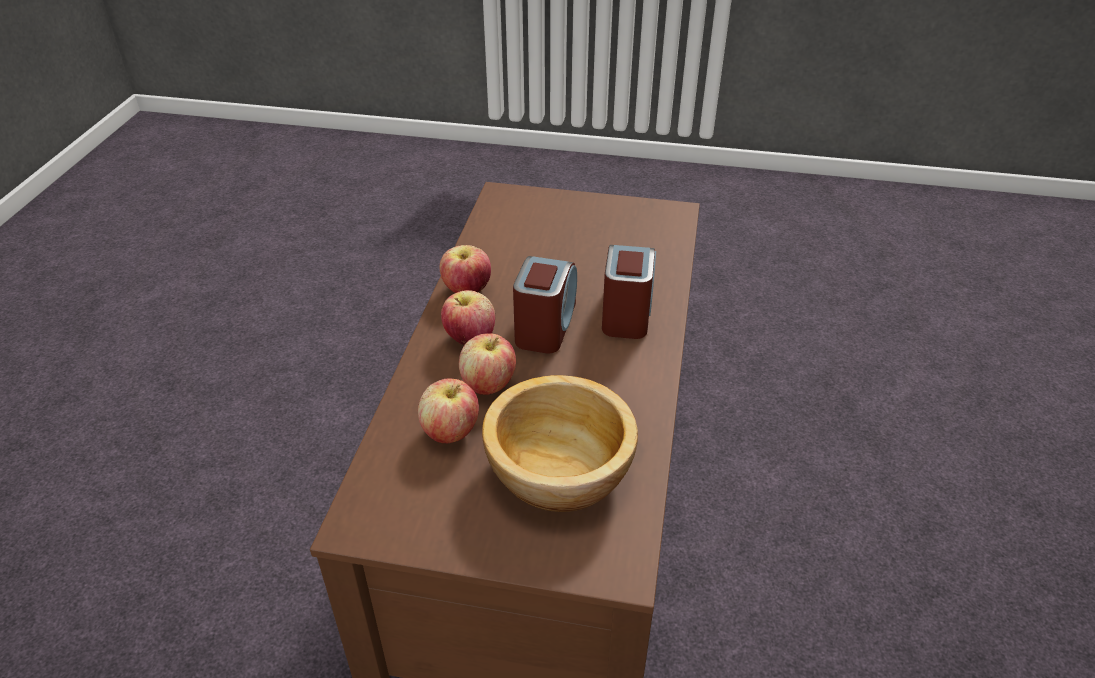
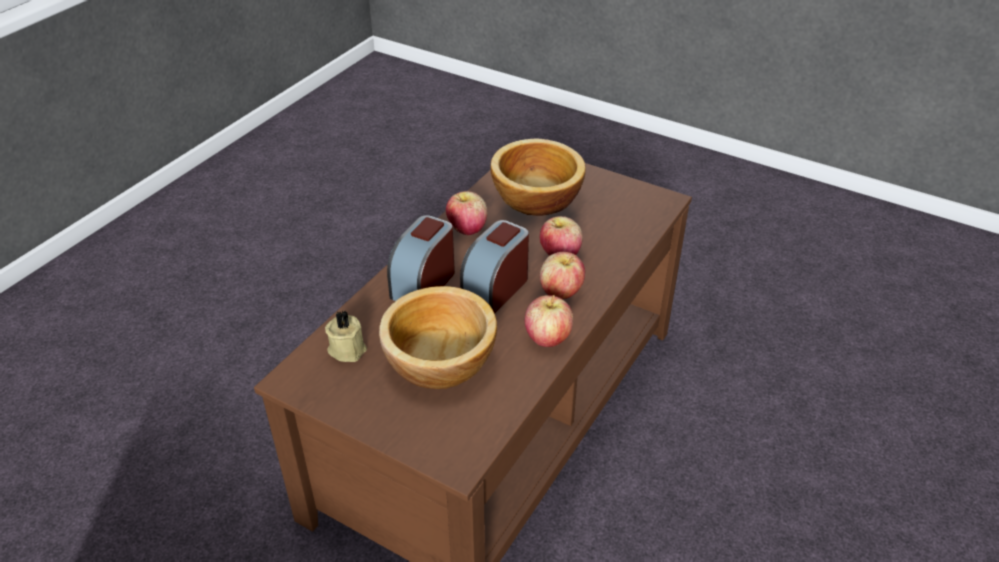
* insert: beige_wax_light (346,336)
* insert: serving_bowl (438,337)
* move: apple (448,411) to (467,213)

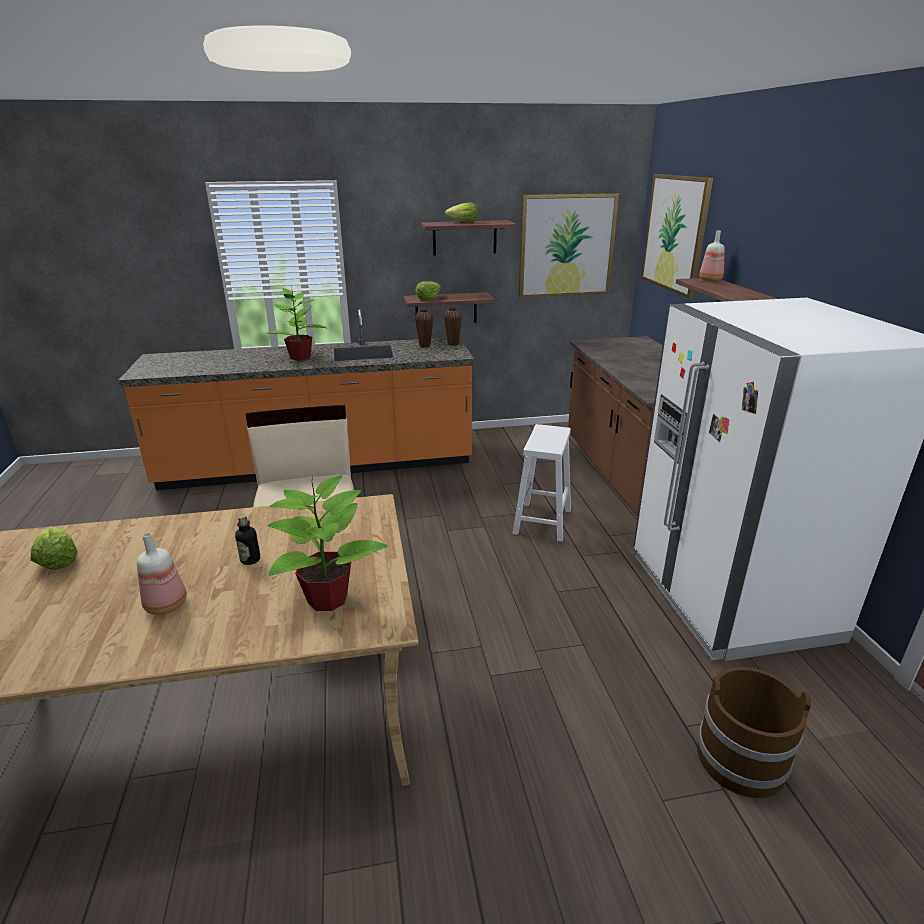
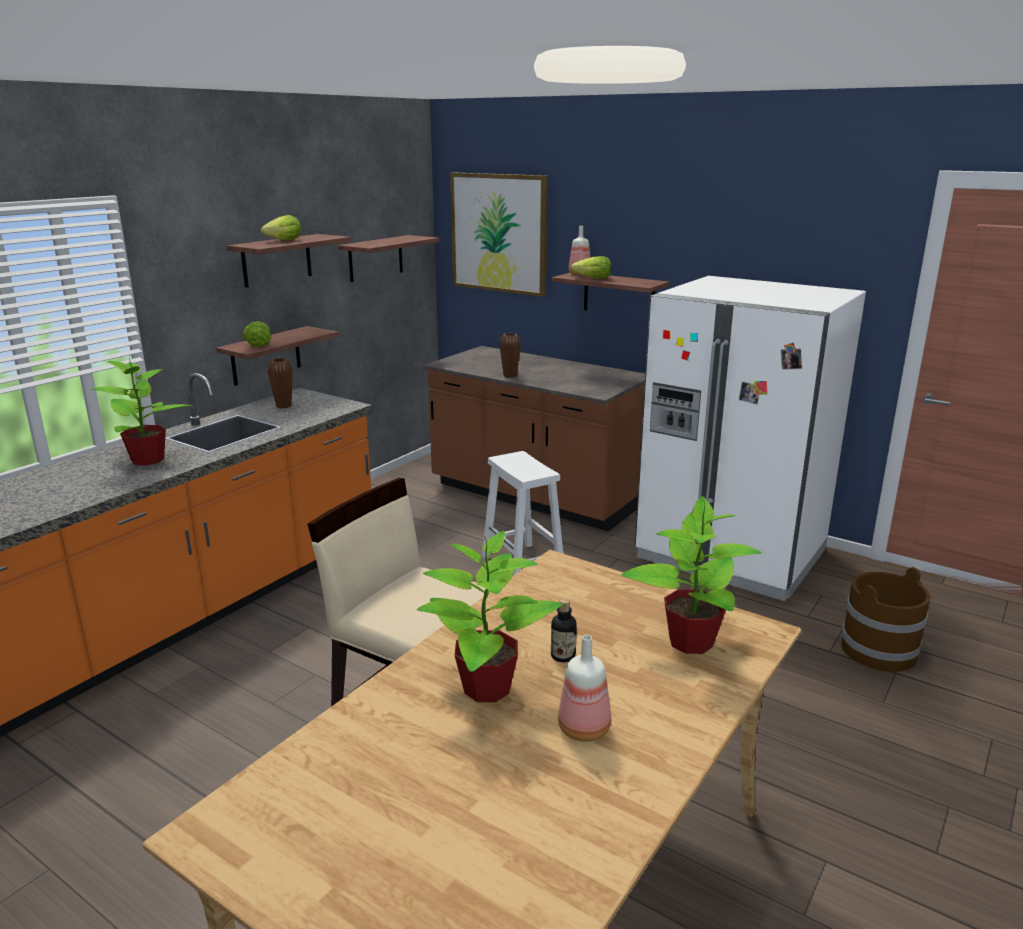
* replace: wall_picture (569,245) to wall_shelf (389,258)
* insert: potted_plant (490,616)
* move: brownish_vase (453,327) to (510,355)
* move: lettuce (54,548) to (591,267)

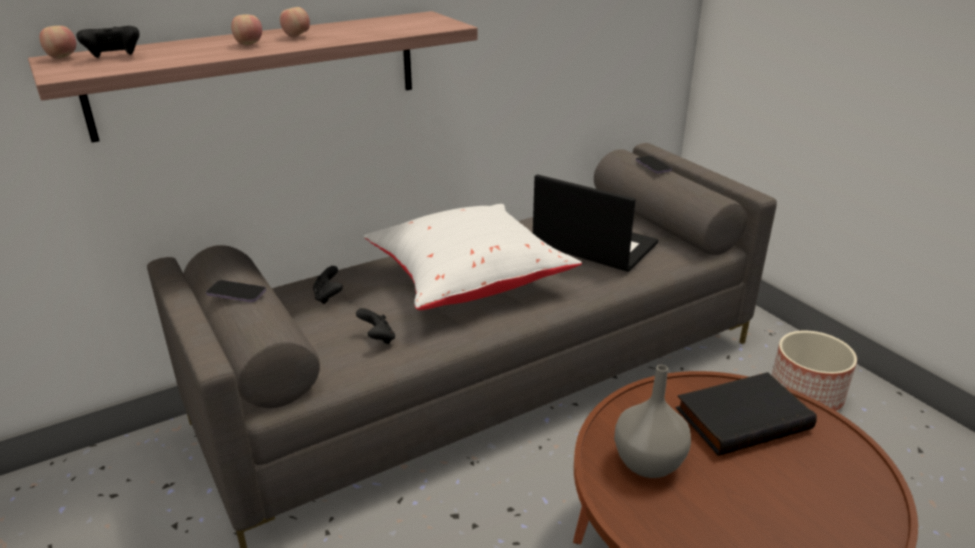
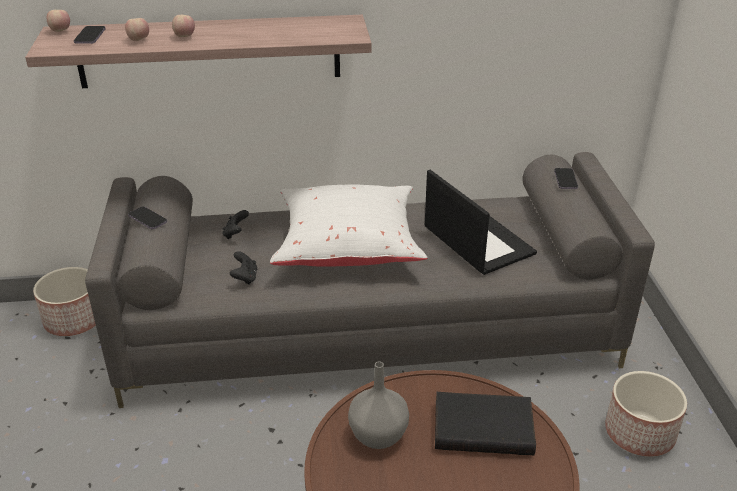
* insert: plant_pot (64,301)
* replace: blackish_joypad (108,42) to phone (90,35)
* move: apple (295,22) to (137,29)

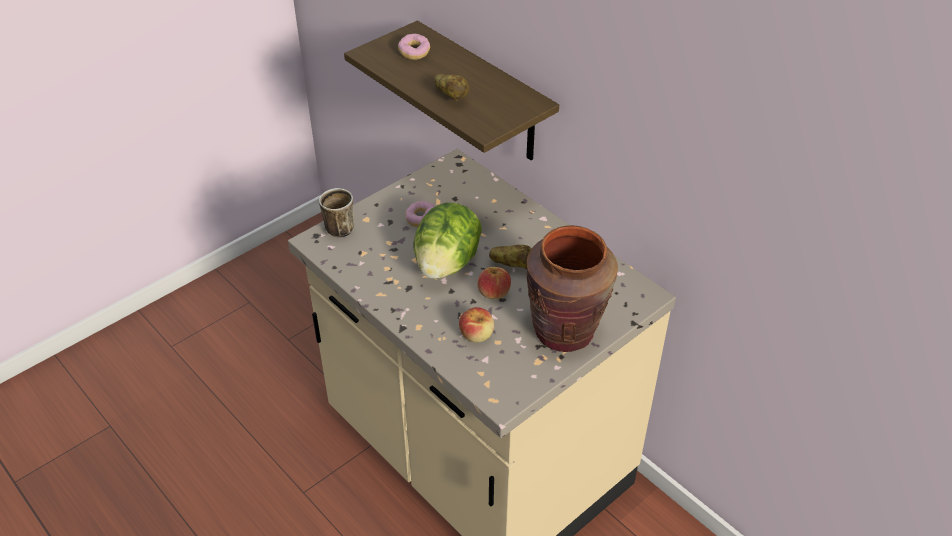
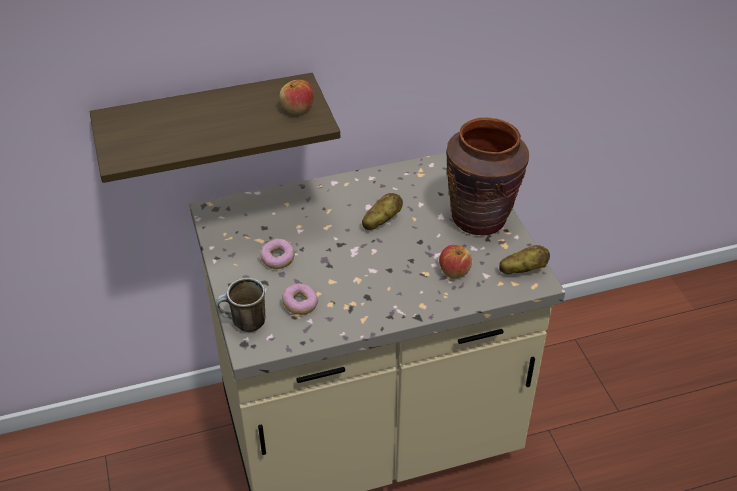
* move: apple (494,283) to (297,97)
* move: doughnut (414,47) to (300,299)
* move: spud (451,87) to (524,259)
* delete: lettuce (447,240)

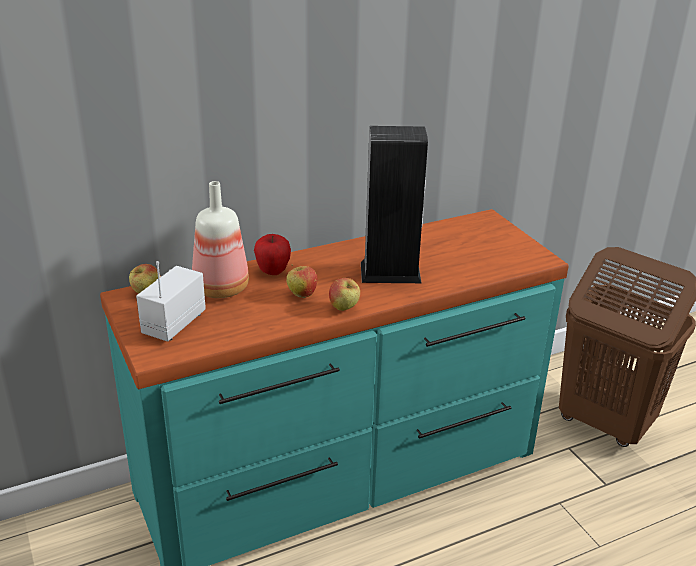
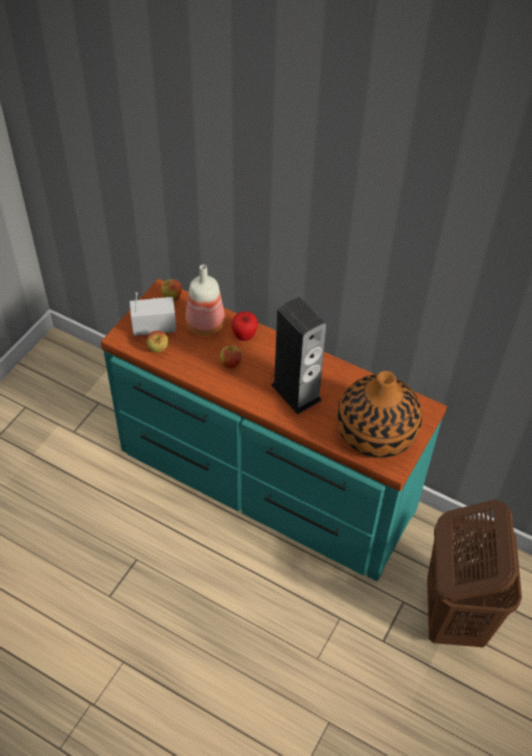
* move: apple (344,294) to (157,342)
* insert: vase (379,414)

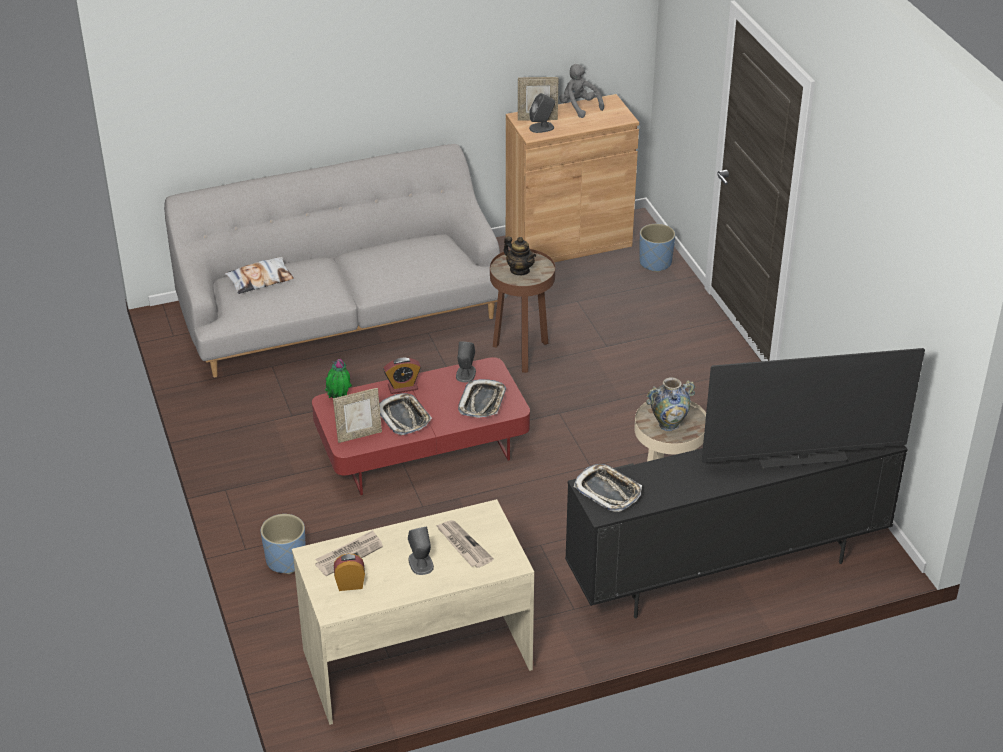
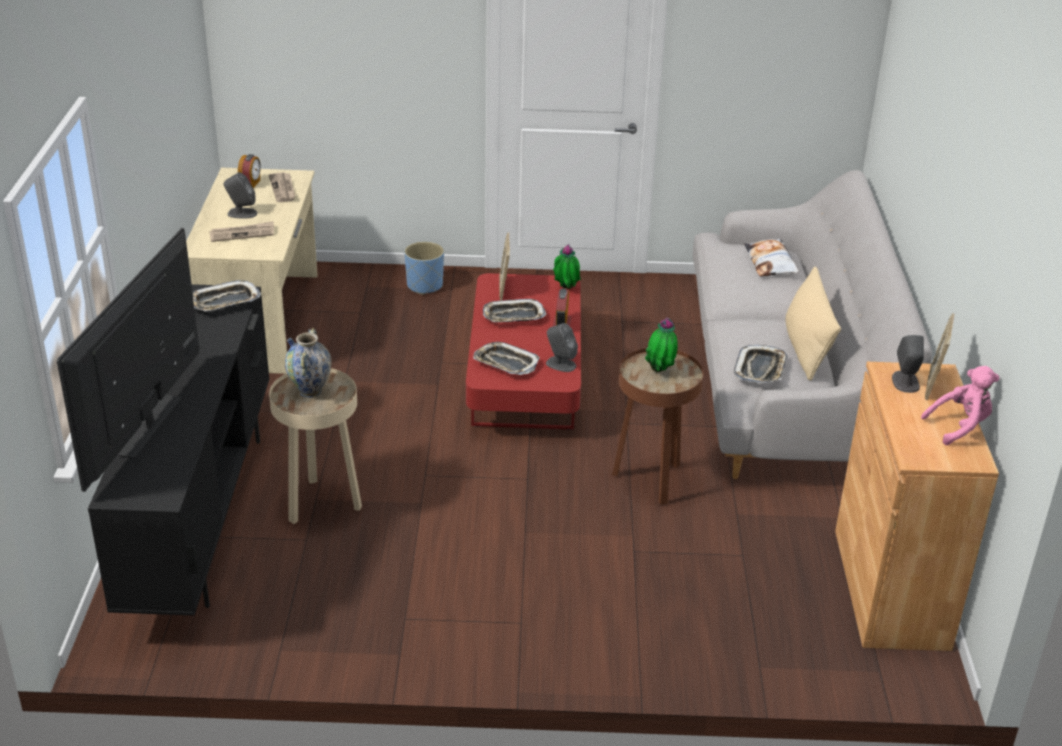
* replace: tea_pot (520,255) to potted_plant (661,344)
* insert: carrying_tray (760,364)
* insert: beige_pillow (813,323)
* recolor: greyish_cuddly_toy (581,91) to pink-coloured_cuddly_toy (960,405)
* delete: bluish_plant_pot (657,248)

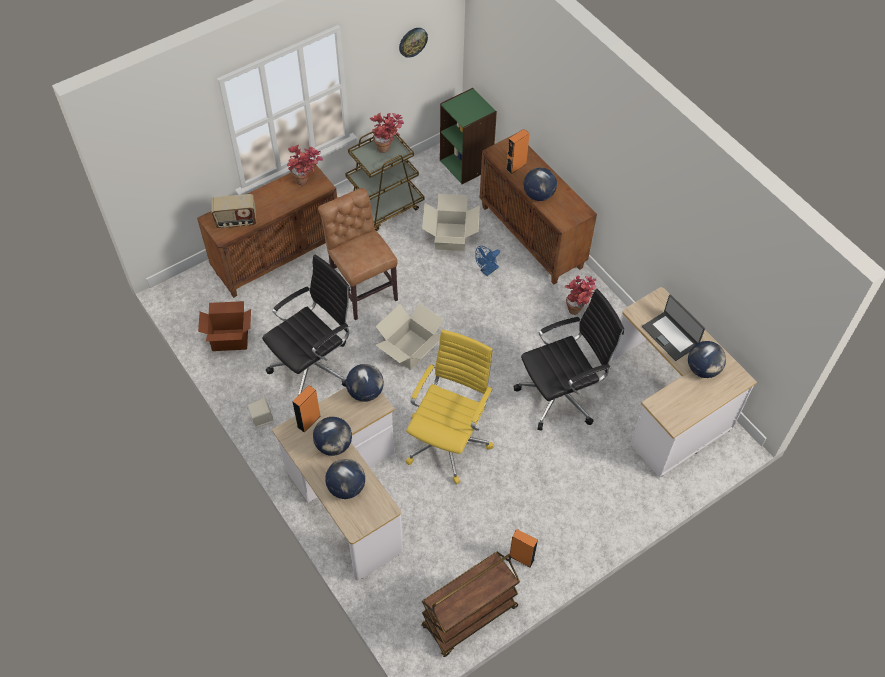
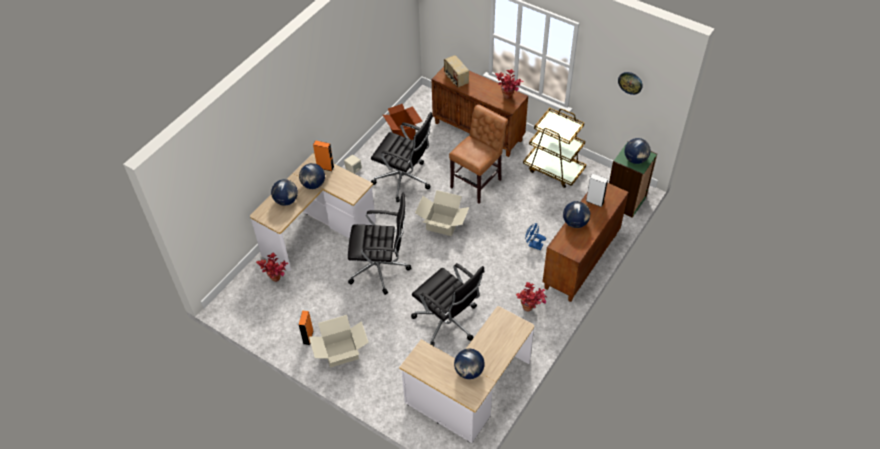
* move: potted_plant (387,133) to (272,267)
* move: packing_box (451,222) to (339,341)
* recolor: yellow_desk_chair (450,407) to blackish_desk_chair (380,244)
* recolor: orangey_speaker (518,151) to whitish_speaker (597,190)
* move: desk_globe (365,383) to (637,151)
* delete: brownish_cart (470,604)
* delete: notebook_computer (673,327)

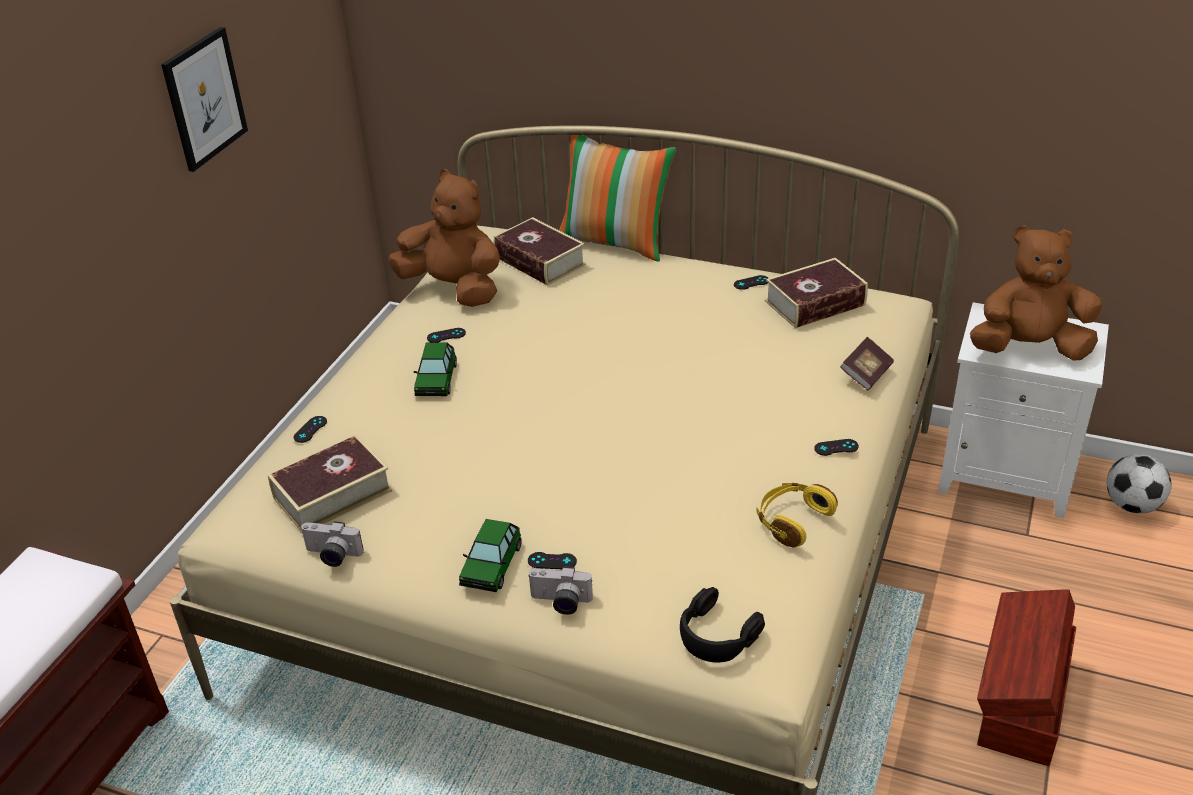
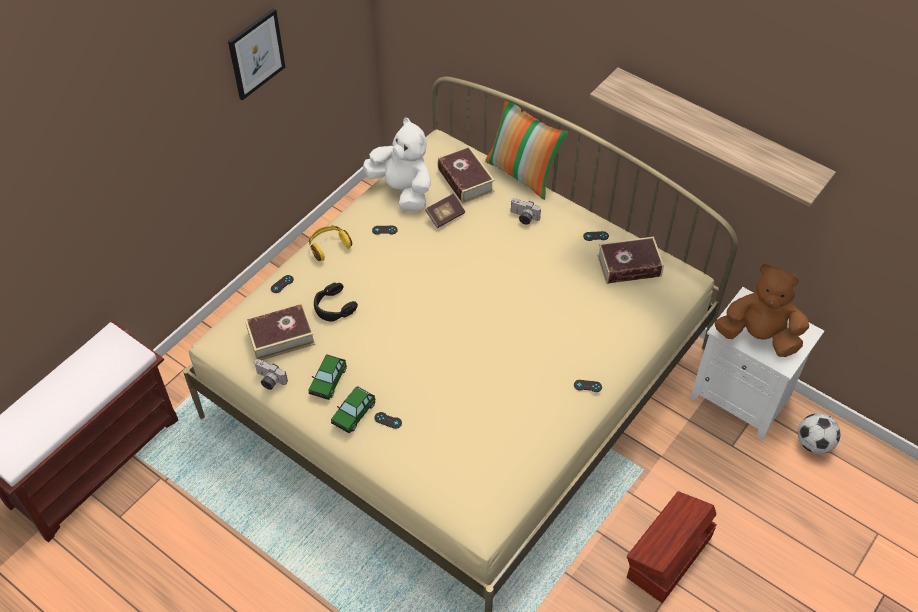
* move: yellow_pair_of_headphones (797,515) to (330,243)
* move: model_car (435,369) to (328,377)
* move: blackish_pair_of_headphones (722,624) to (336,302)
* recolor: brownish_cuddly_toy (444,238) to whitish_cuddly_toy (397,164)
* move: book (867,363) to (445,210)
* move: still_camera (560,590) to (525,211)
* insert: wall_shelf (713,137)

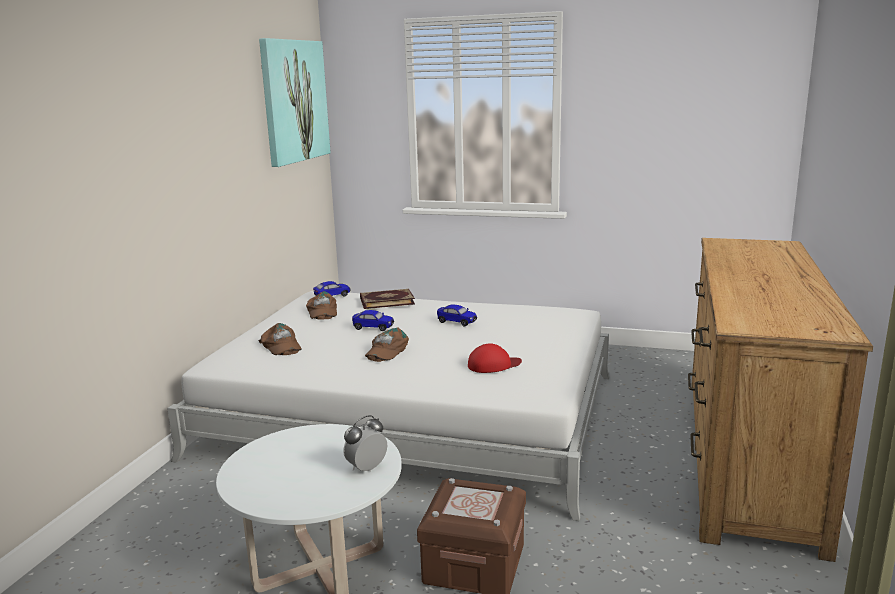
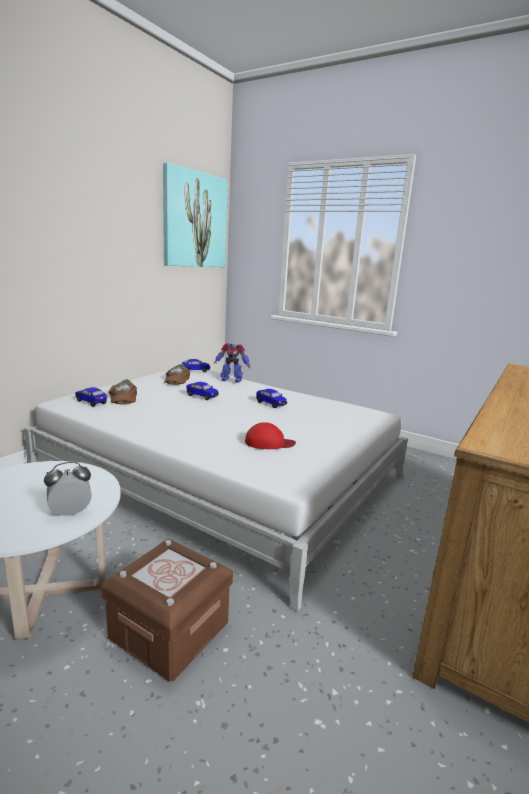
* insert: model_car (91,397)
* replace: book (387,299) to model_robot (231,363)
* delete: brownish_baseball_cap (387,344)

